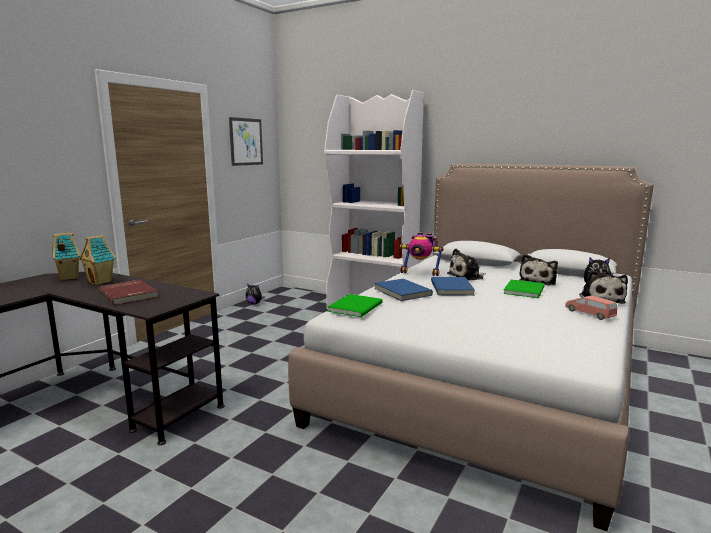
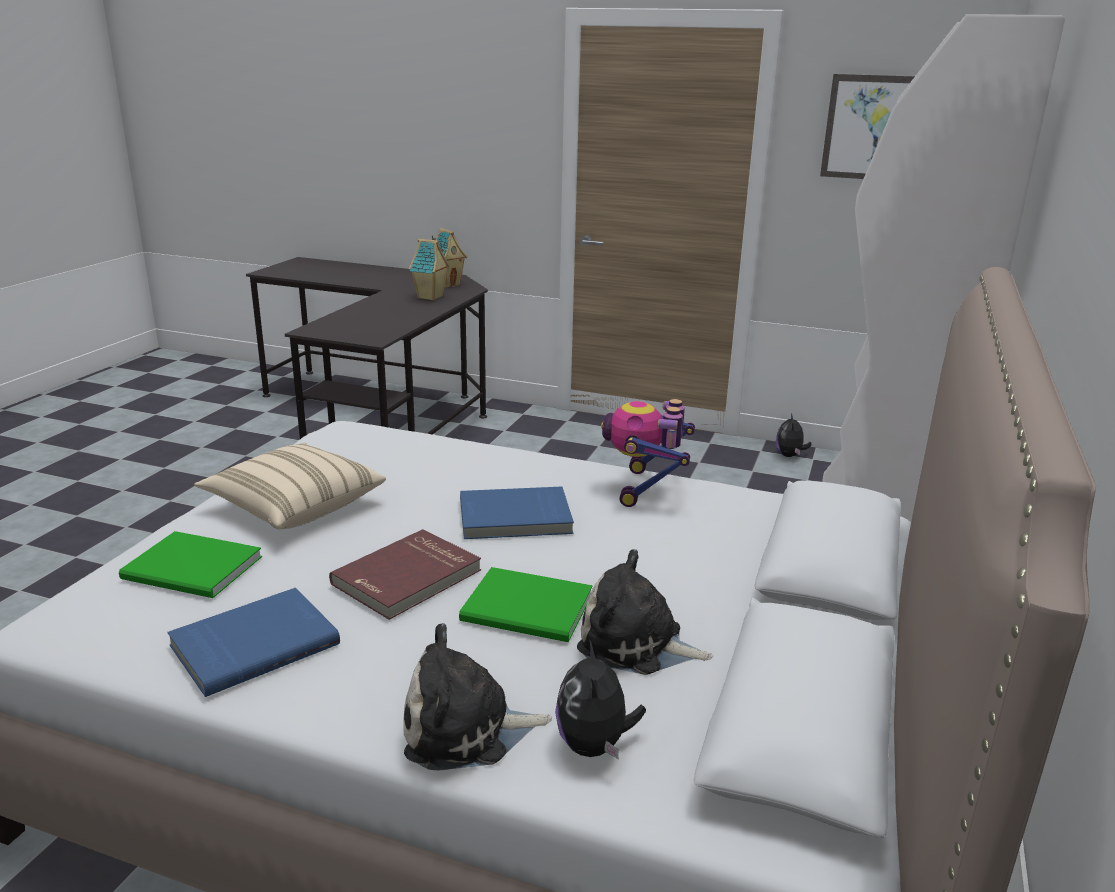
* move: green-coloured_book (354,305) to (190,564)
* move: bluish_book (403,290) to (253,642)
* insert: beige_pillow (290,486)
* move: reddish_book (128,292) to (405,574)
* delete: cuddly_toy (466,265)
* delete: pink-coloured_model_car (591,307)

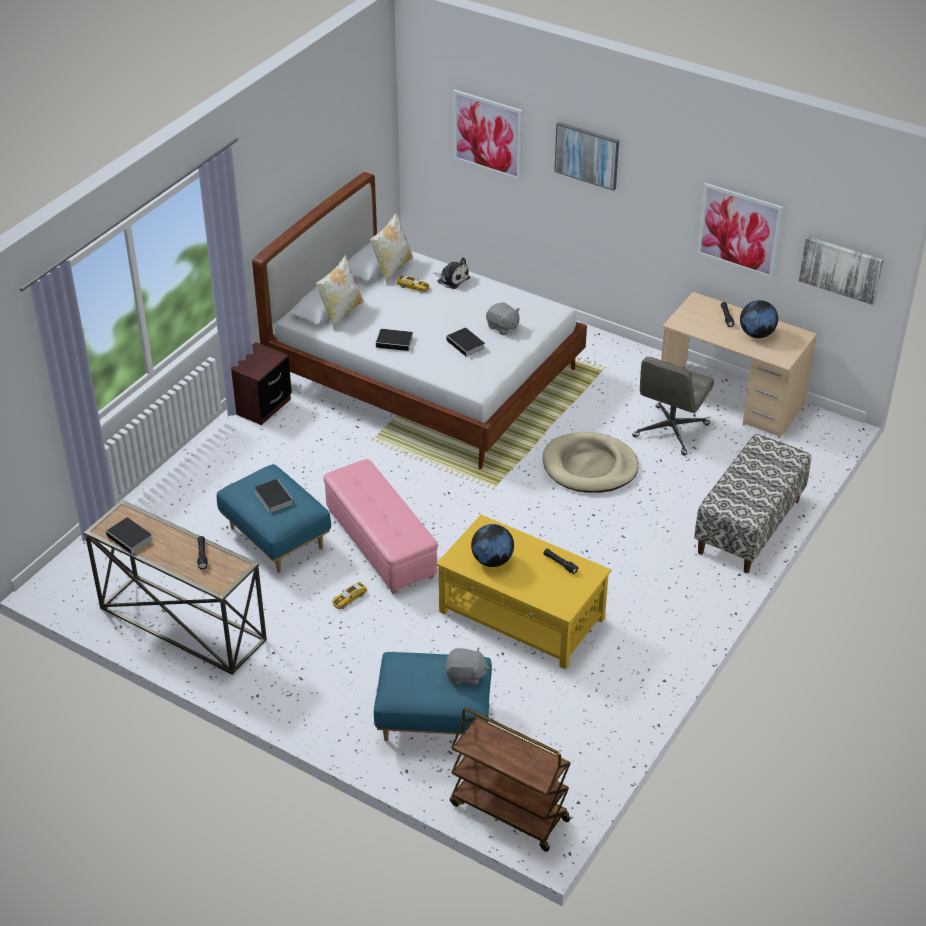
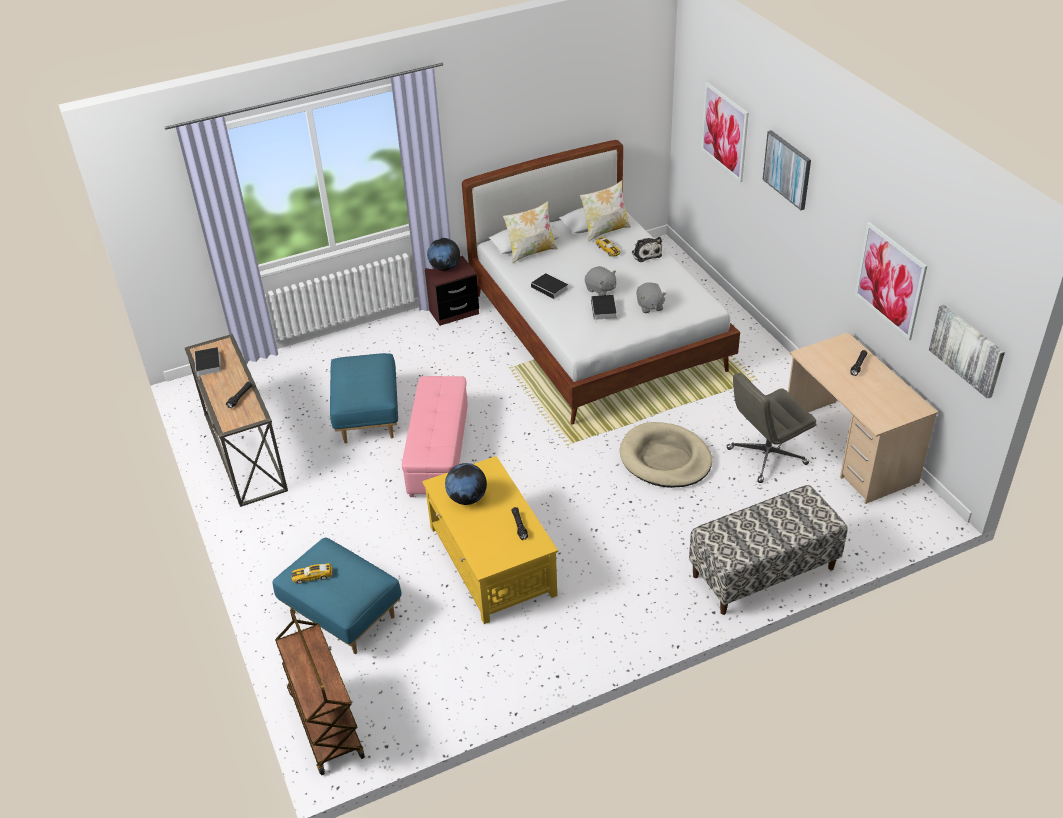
* move: model_car (349,595) to (312,573)
* move: desk_globe (759,319) to (443,254)
* move: greyish_cuddly_toy (467,666) to (600,281)
* delete: book (273,496)

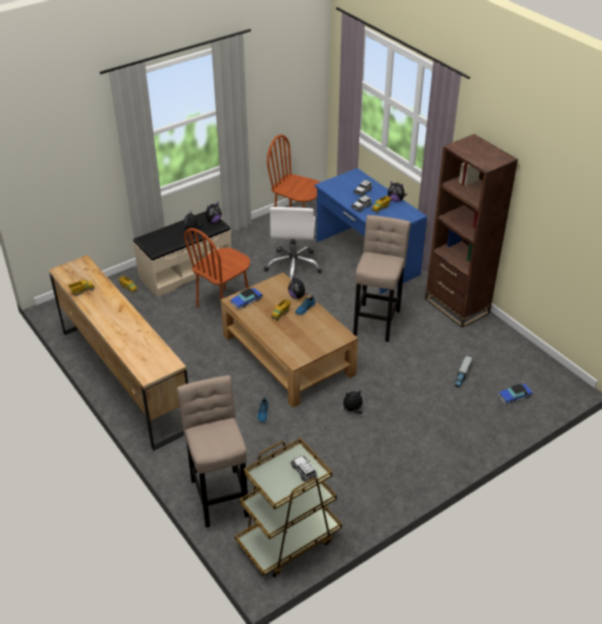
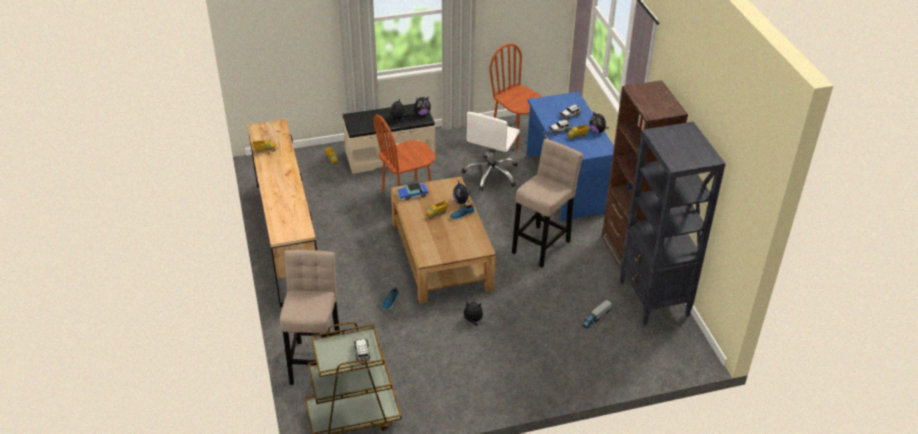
* insert: blackish_bookcase (672,223)
* delete: model_car (515,394)

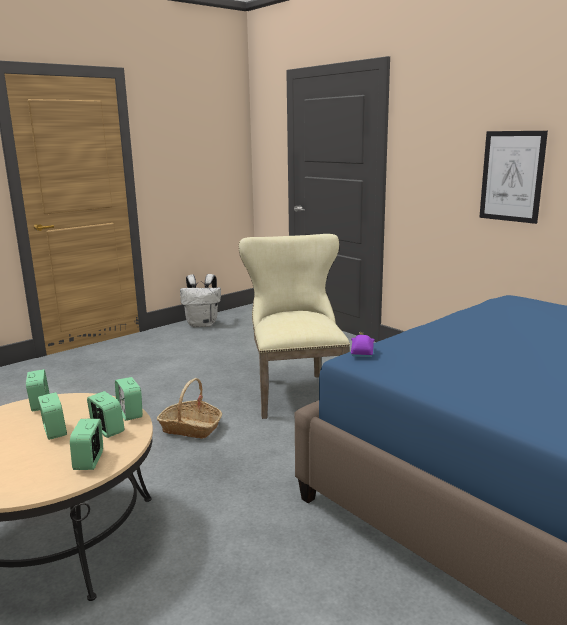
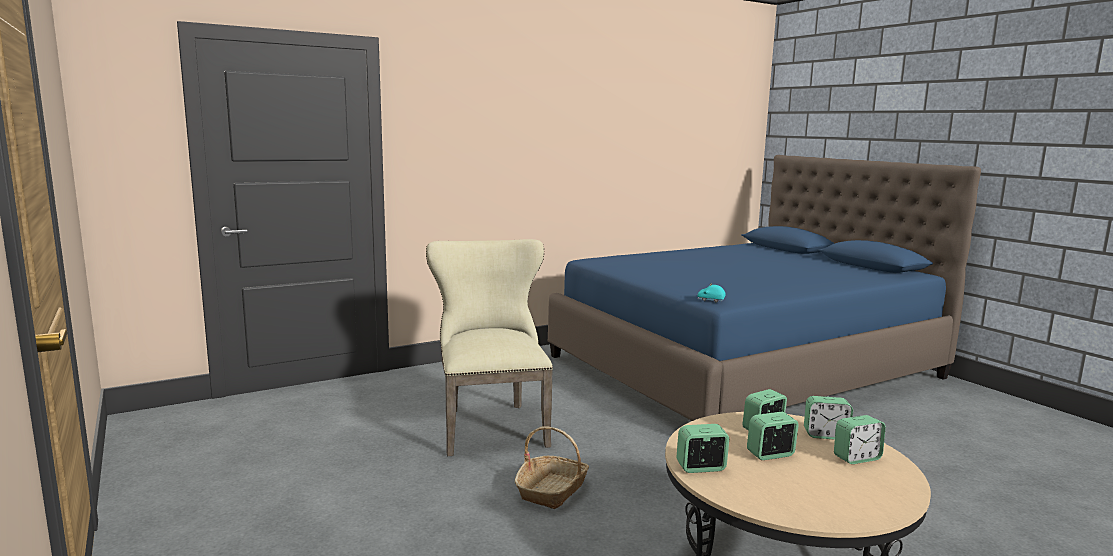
* rotate: beige_upright_chair (294,326) = (489,347) 75 degrees clockwise
* recolor: purple_model_car (363,344) to turquoise-coloured_model_car (711,292)
* move: alarm_clock (129,399) to (860,439)
* delete: whitish_knapsack (200,300)
* delete: wall_picture (513,177)

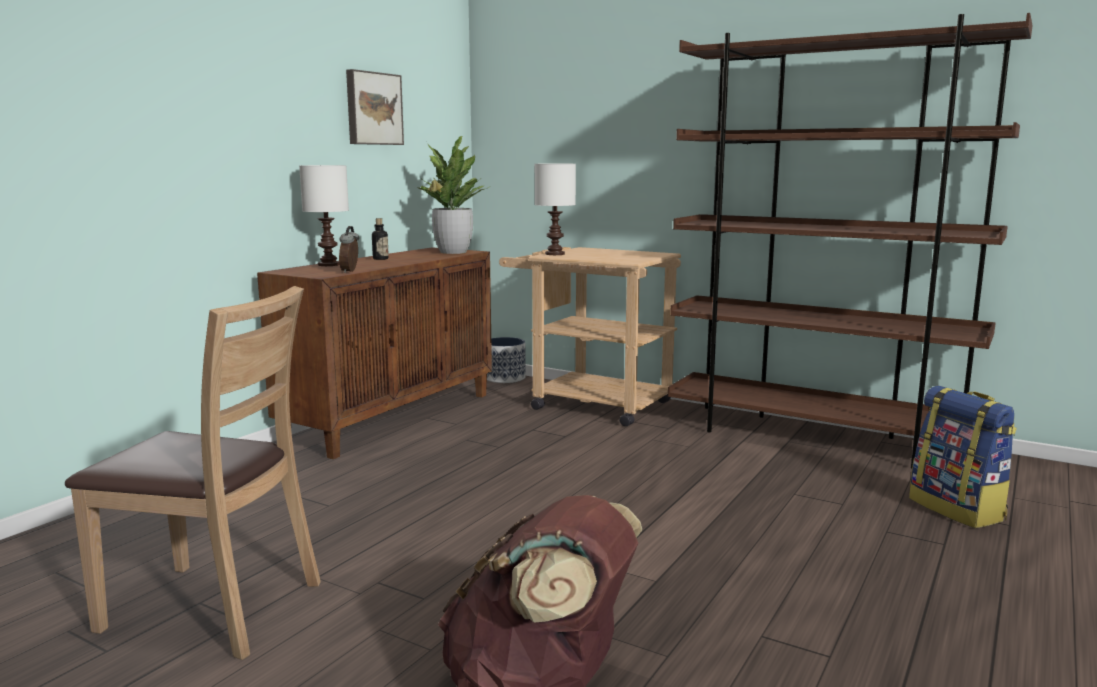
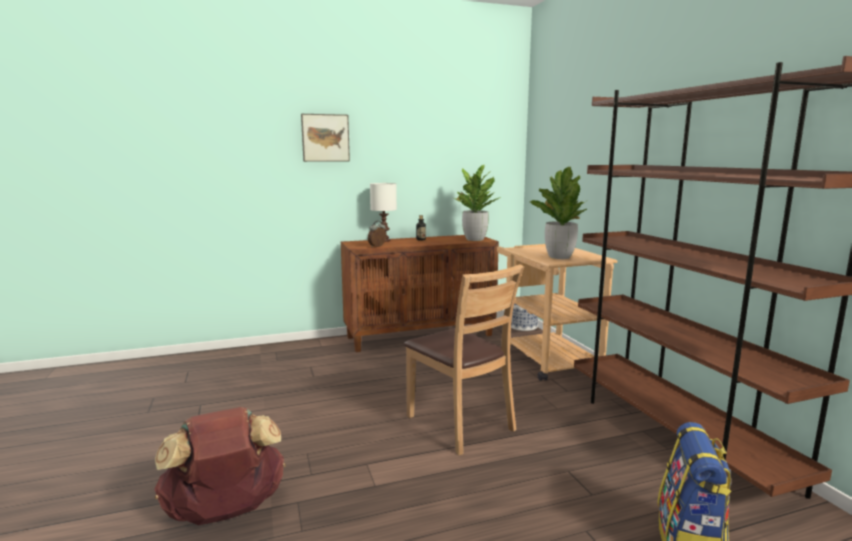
* move: wall_picture (375,107) to (325,138)
* move: brownish_upright_chair (193,473) to (464,359)
* insert: potted_plant (558,213)
* delete: whitish_lamp_for_a_table (555,209)

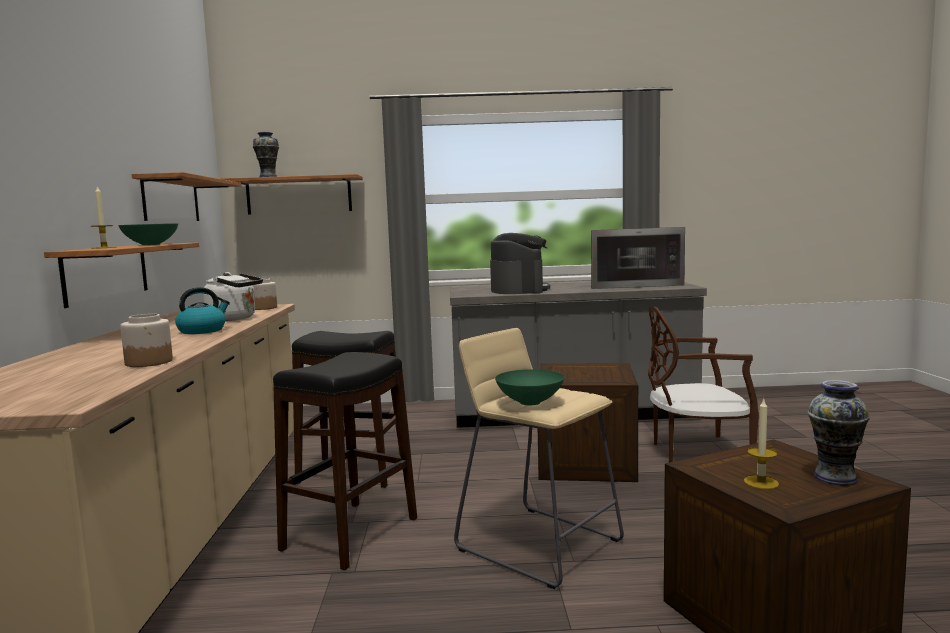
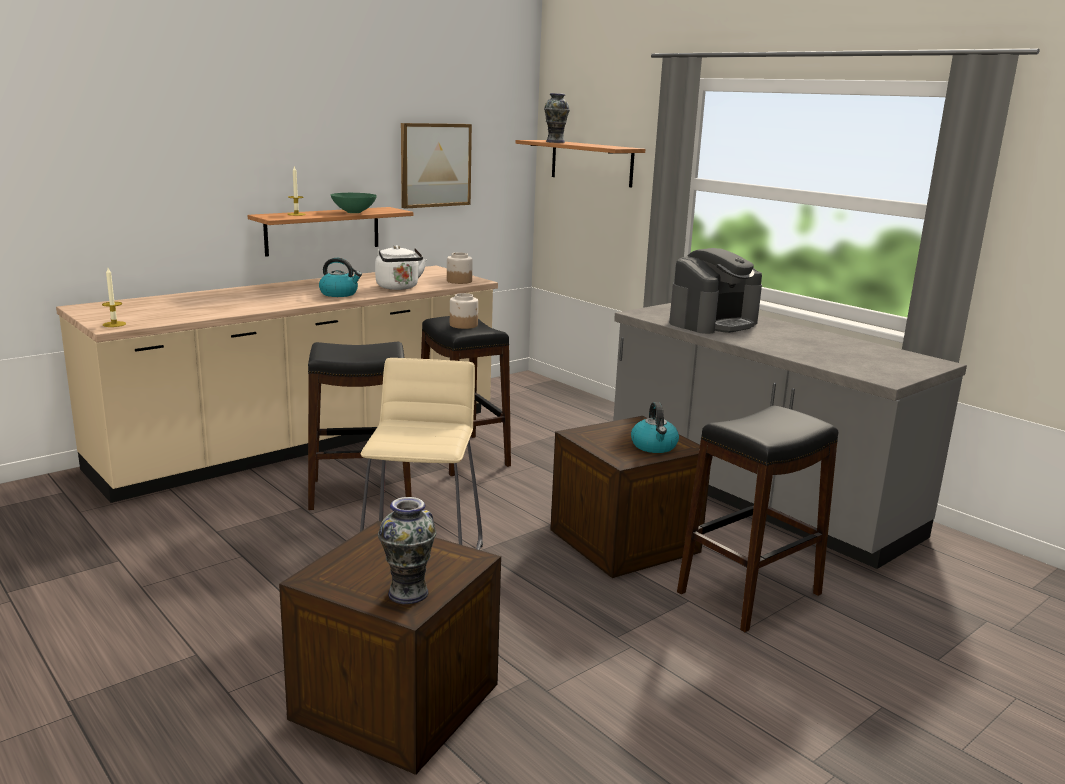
* move: wax_light (761,444) to (114,297)
* replace: wall_shelf (186,196) to wall_picture (436,166)
* move: storage_jar (146,340) to (464,311)
* insert: water_kettle (655,427)
* replace: brownish_upright_chair (703,384) to blackish_sitting_stool (757,519)
* delete: green-coloured_serving_bowl (529,387)
* delete: microwave (638,258)

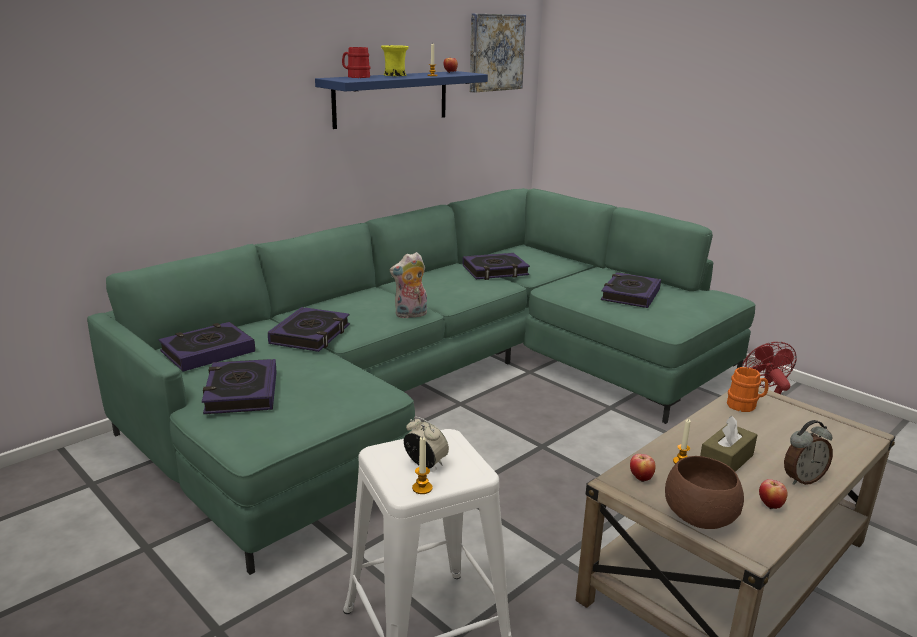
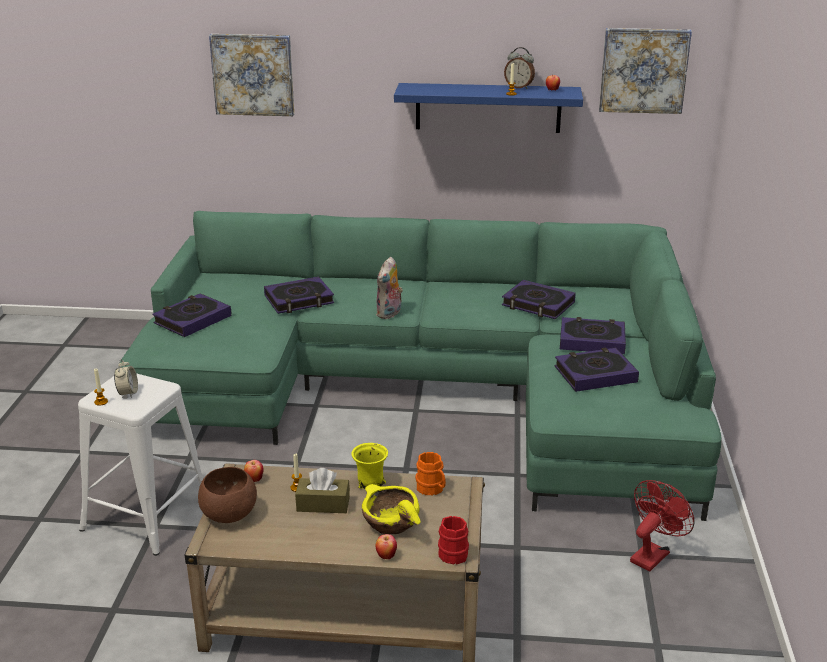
* insert: wall_picture (251,75)
* move: yellow_coffee_mug (395,60) to (369,466)
* insert: yellow_serving_bowl (391,509)
* move: apple (773,494) to (386,546)
* rotate: cuddly_toy (408,285) = (389,288) 90 degrees counterclockwise
* move: reddish_coffee_mug (356,62) to (453,540)
* move: alarm_clock (808,452) to (519,68)
* move: book (207,346) to (593,335)

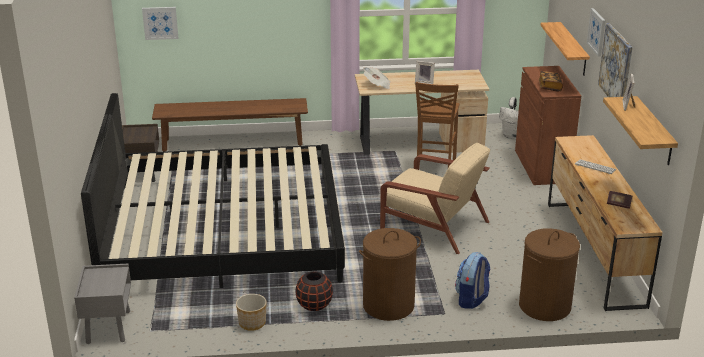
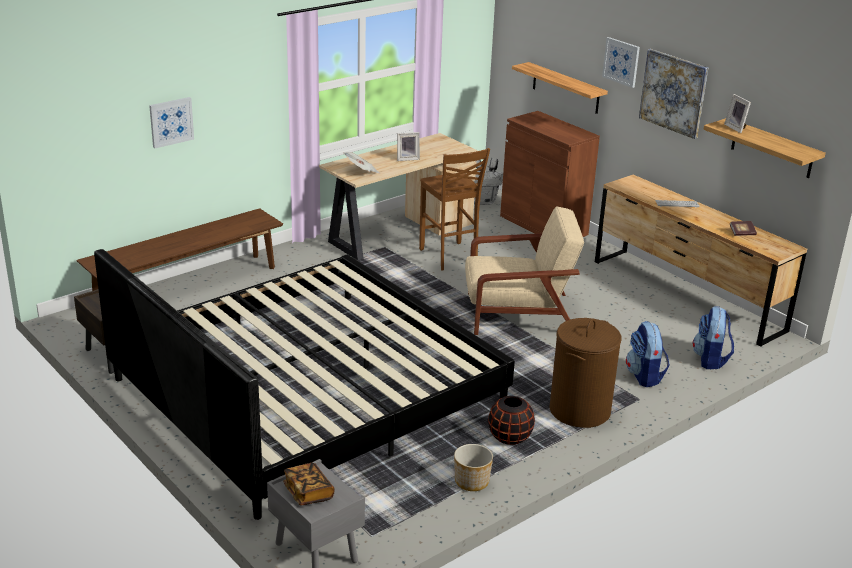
* move: wall_picture (160,23) to (171,122)
* move: book (551,81) to (309,484)
* replace: brownish_hamper (549,274) to knapsack (713,337)

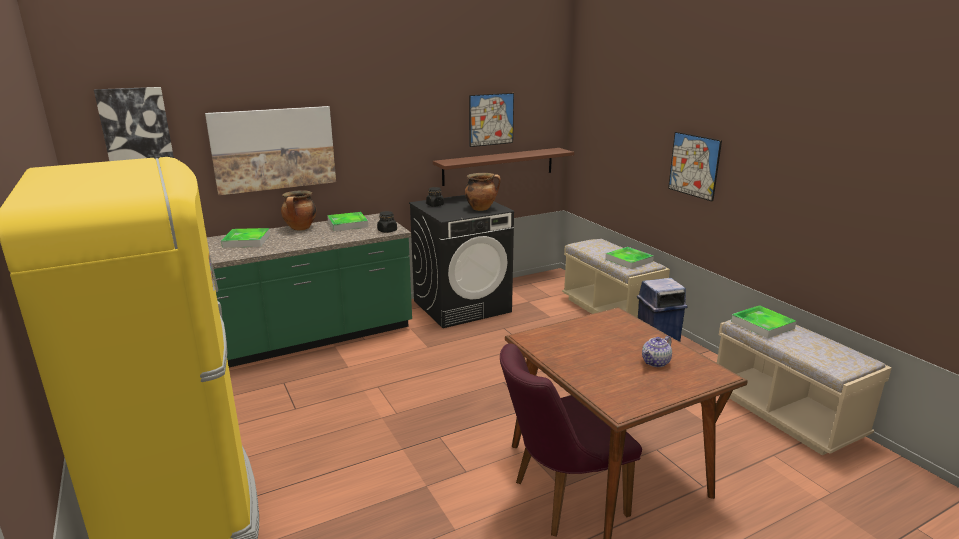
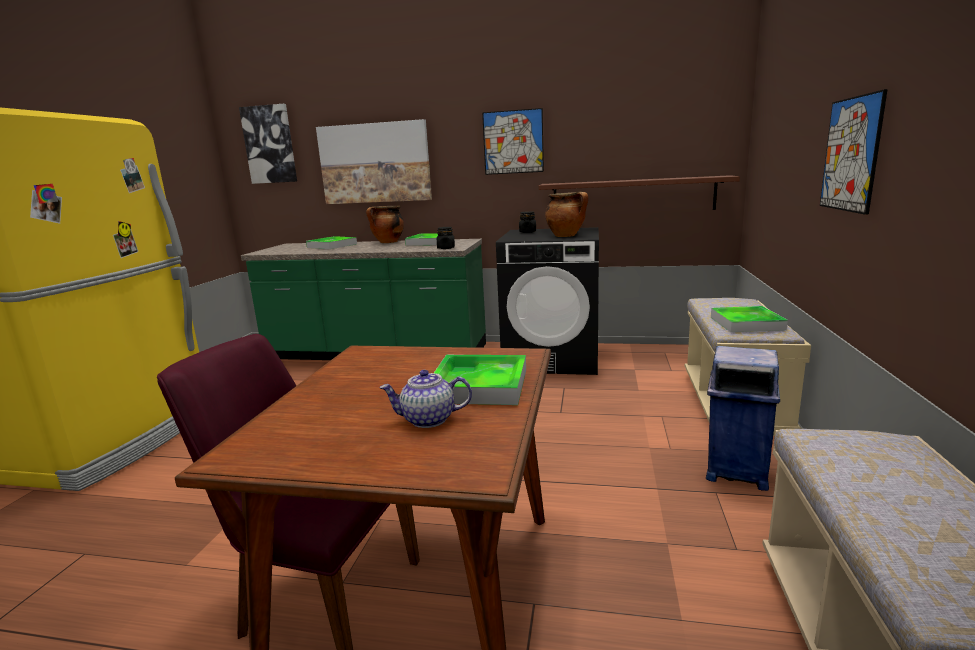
* move: carrying_tray (763,322) to (480,380)
* move: wall_picture (491,120) to (513,141)

